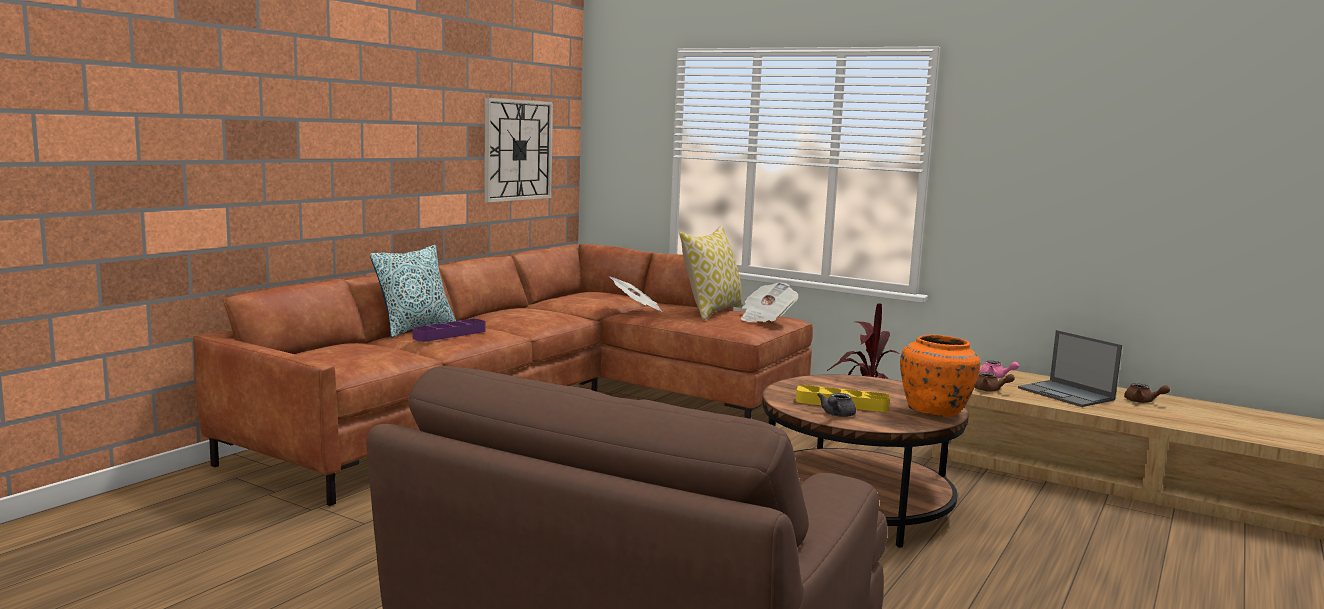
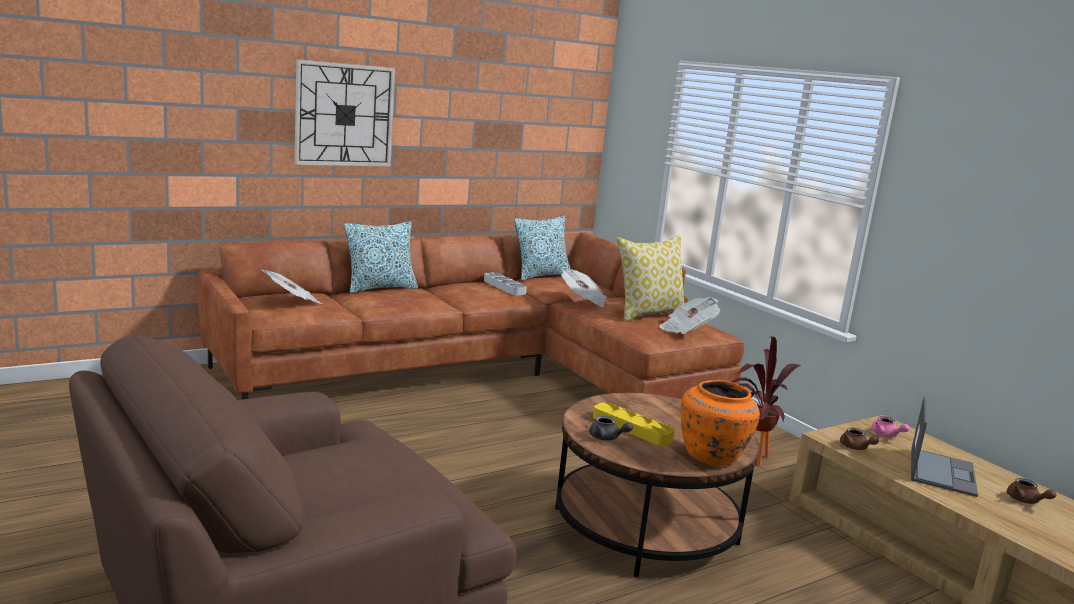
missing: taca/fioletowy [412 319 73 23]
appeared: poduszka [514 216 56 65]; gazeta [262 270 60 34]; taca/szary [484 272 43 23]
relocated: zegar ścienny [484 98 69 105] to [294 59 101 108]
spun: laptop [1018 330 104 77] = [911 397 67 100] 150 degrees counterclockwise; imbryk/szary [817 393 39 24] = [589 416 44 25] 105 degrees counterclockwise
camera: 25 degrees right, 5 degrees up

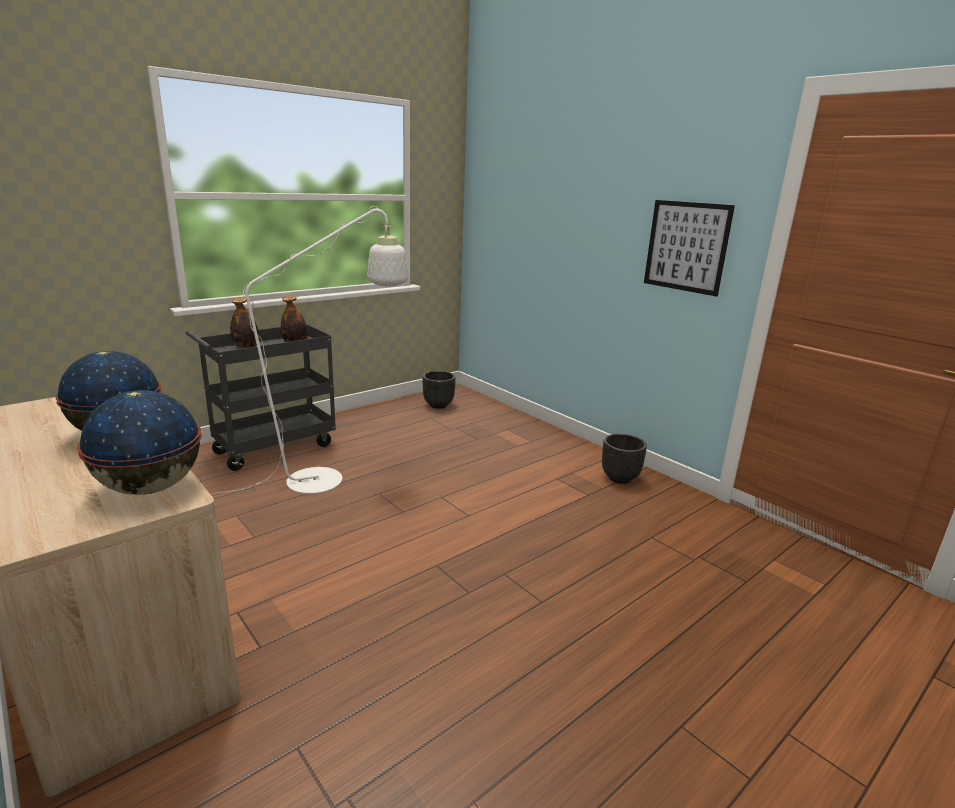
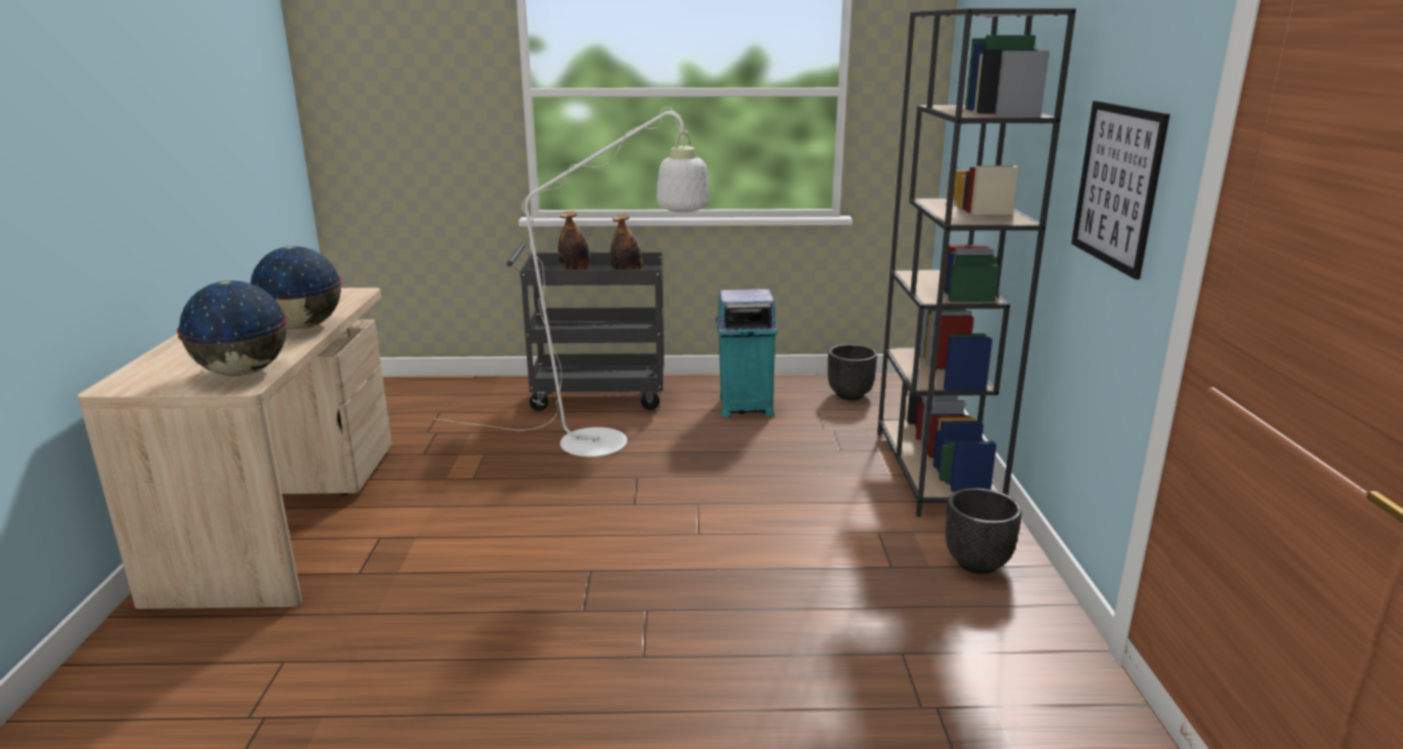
appeared: regał [877 8 199 509]; kosz na śmieci/turkusowy [716 289 62 128]
camera: 40 degrees right, 0 degrees up

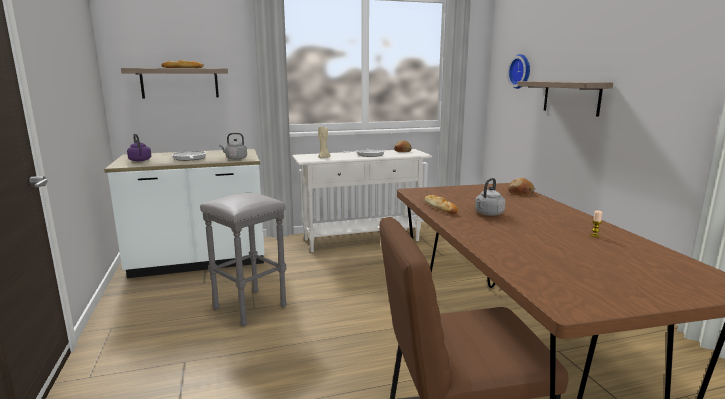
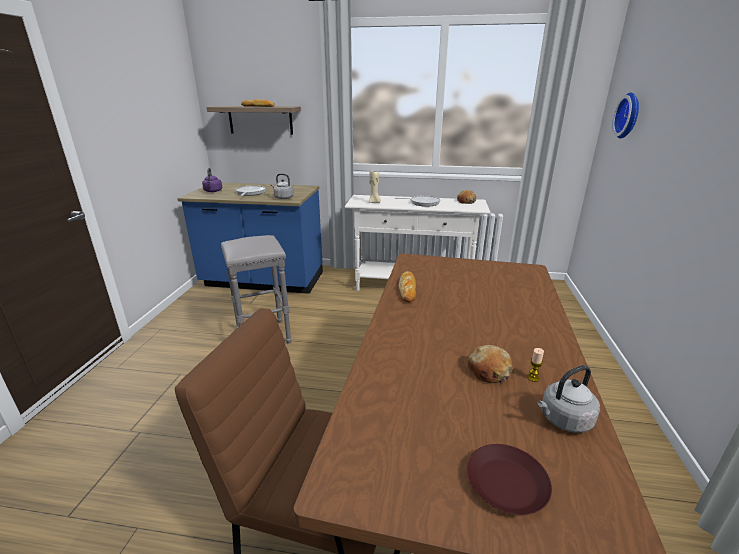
missing: półka [517 81 96 36]
appeared: talerz/brązowy [467 444 85 71]
relocated: czajnik/szary [475 178 30 38] to [537 365 63 68]; chleb [508 178 27 18] to [468 345 45 38]
colour: zabudowa kuchenna/biały [104 149 161 129] to zabudowa kuchenna/niebieski [177 183 146 111]
camera: 25 degrees right, 10 degrees up

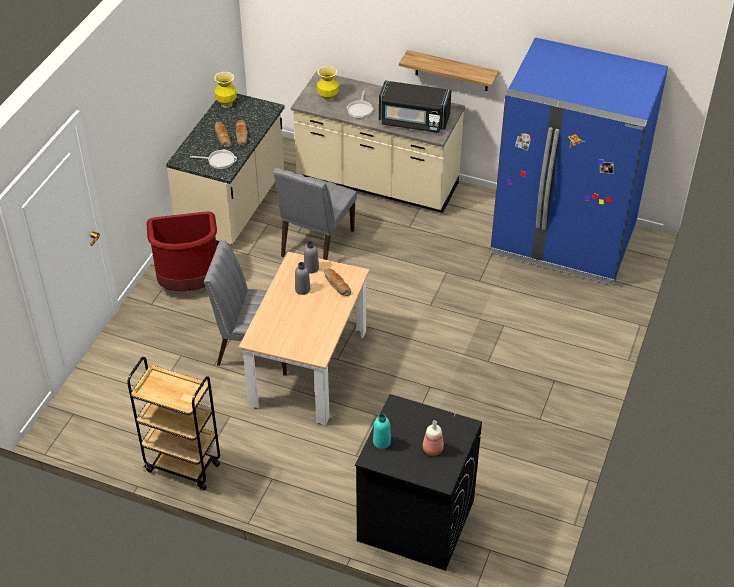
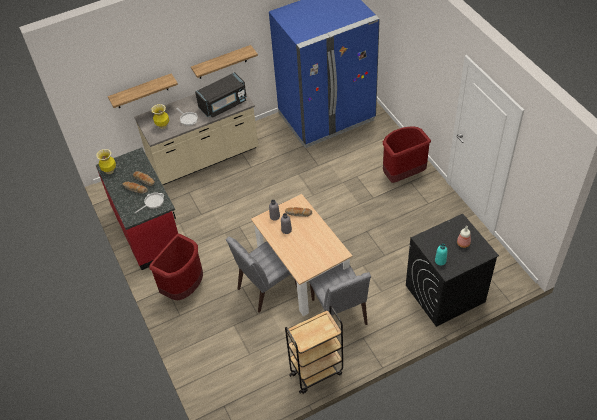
appeared: półka [108 73 70 35]; kosz na śmieci/czerwony [383 126 48 57]
relocated: krzesło/szary [273 168 84 92] to [309 263 62 62]
colour: zabudowa kuchenna/beżowy [166 94 119 152] to zabudowa kuchenna/czerwony [96 147 82 123]
camera: 45 degrees left, 5 degrees up

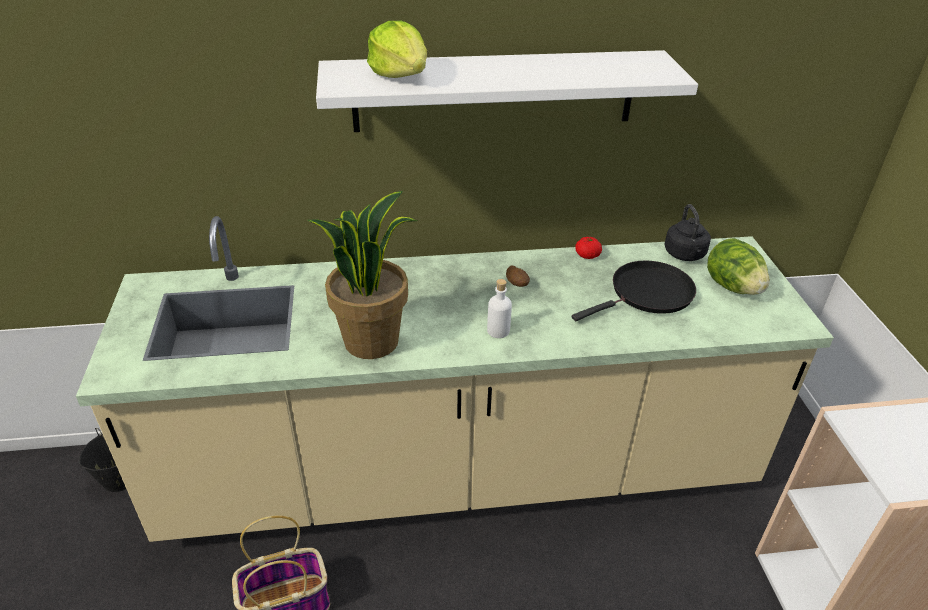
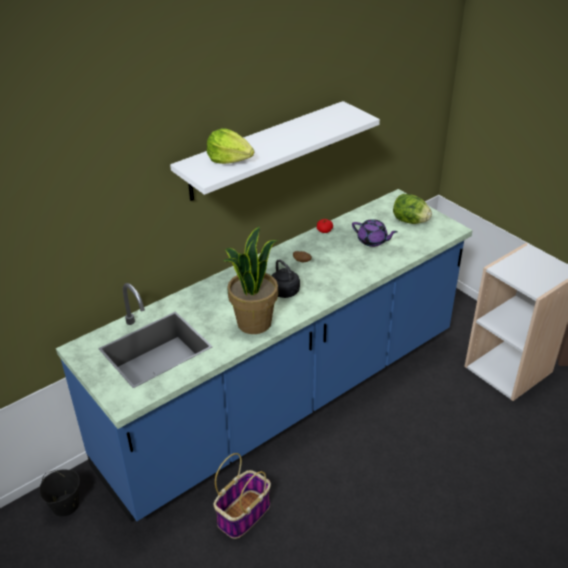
missing: butelka/biały [487 279 25 59]
relocated: czajnik/czarny [664 204 47 57] to [271 259 29 39]
exchanged: patelnia/czarny [572 260 124 61] to imbryk/fioletowy [352 219 46 28]
colour: zabudowa kuchenna/beżowy [76 216 758 326] to zabudowa kuchenna/niebieski [56 189 417 333]
camera: 30 degrees left, 0 degrees up

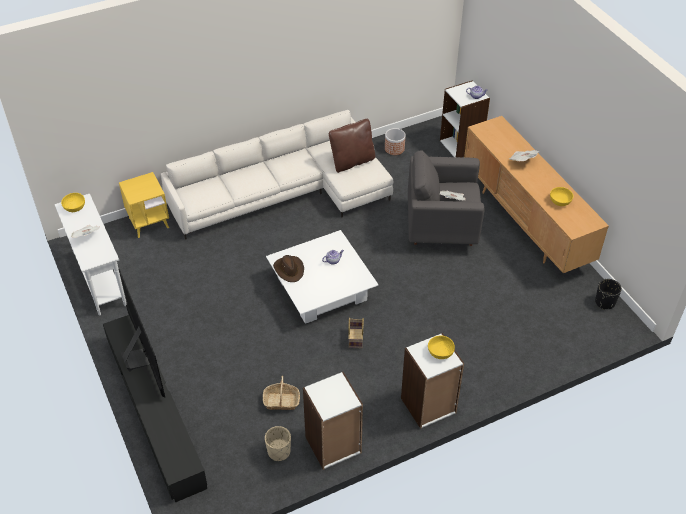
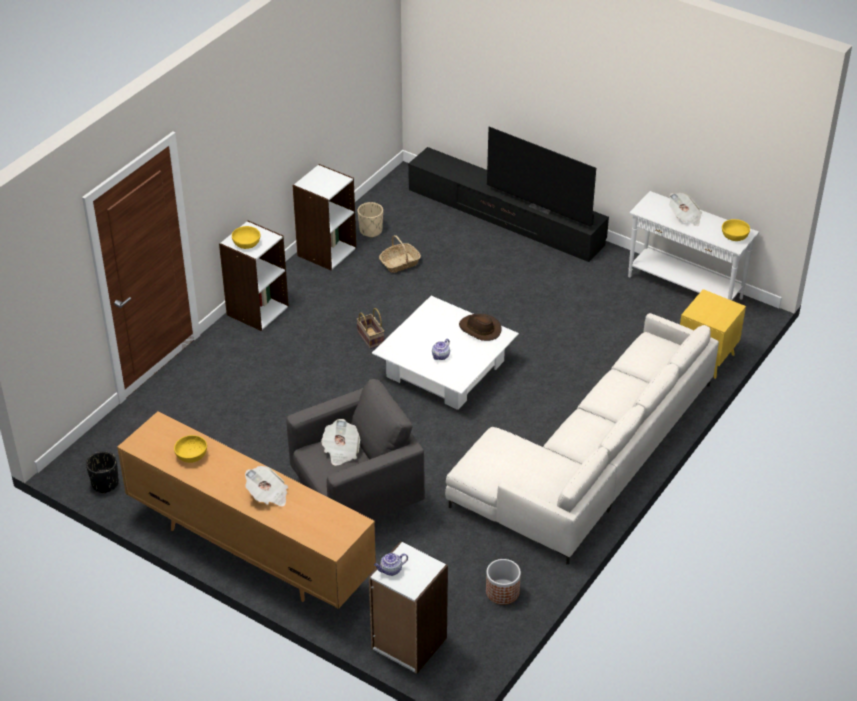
missing: poduszka/brązowy [329 119 46 54]
camera: 150 degrees right, 5 degrees down

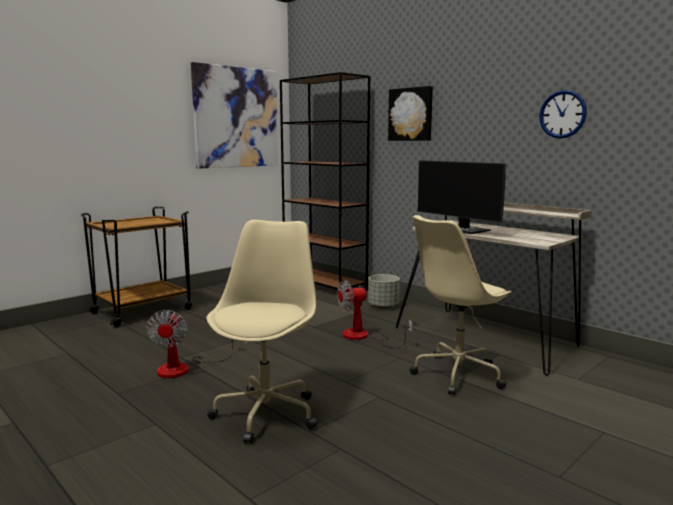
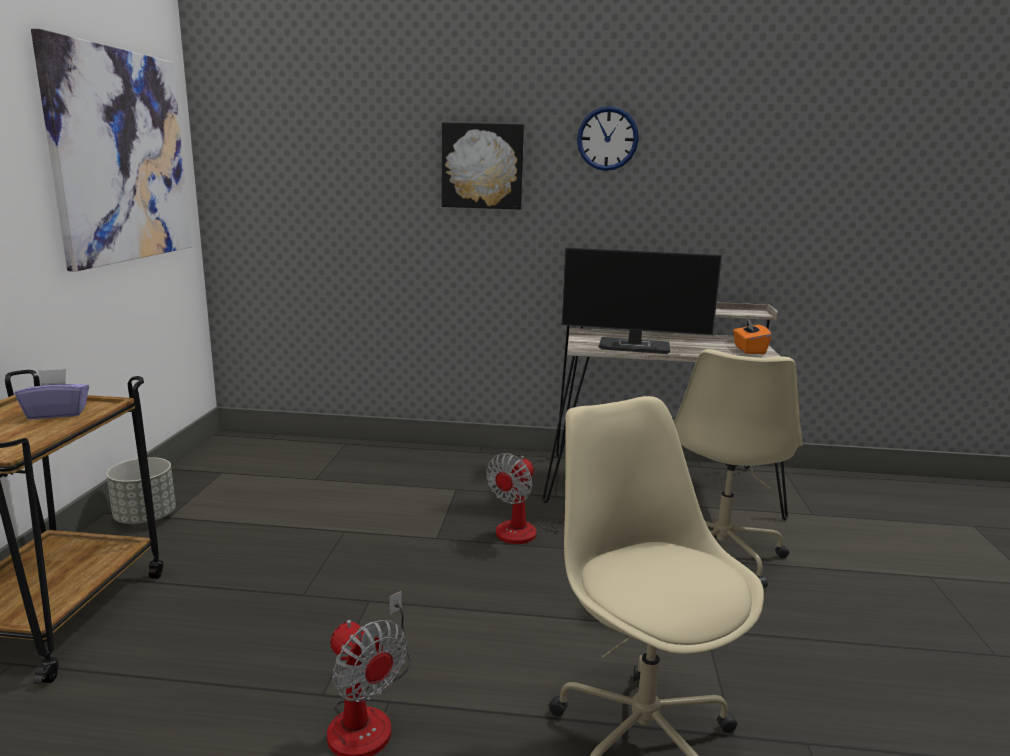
missing: regał/brązowy [280 72 90 219]
appeared: pudełko chusteczek/pomarańczowy [733 318 39 36]; pudełko chusteczek/fioletowy [15 369 74 50]
relocated: zegar ścienny [539 90 48 49] to [577 106 62 65]; donica/szary [368 274 32 34] to [106 457 70 67]
camera: 40 degrees left, 5 degrees up

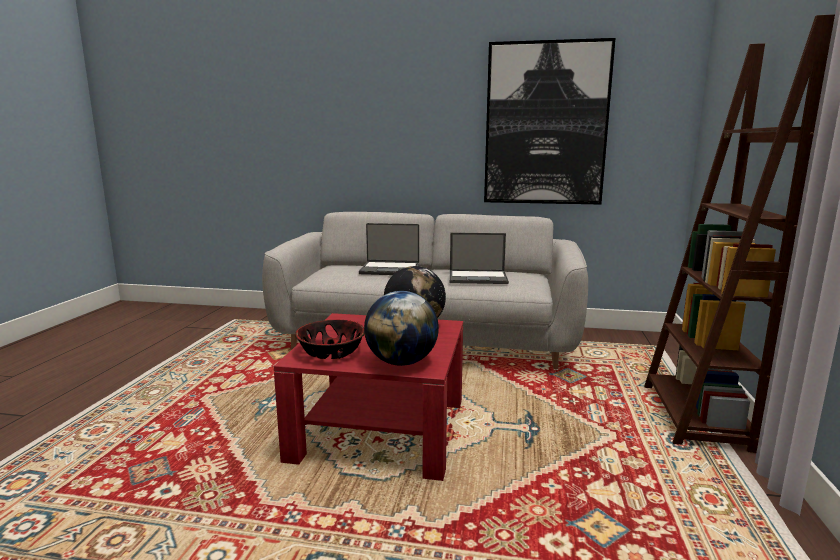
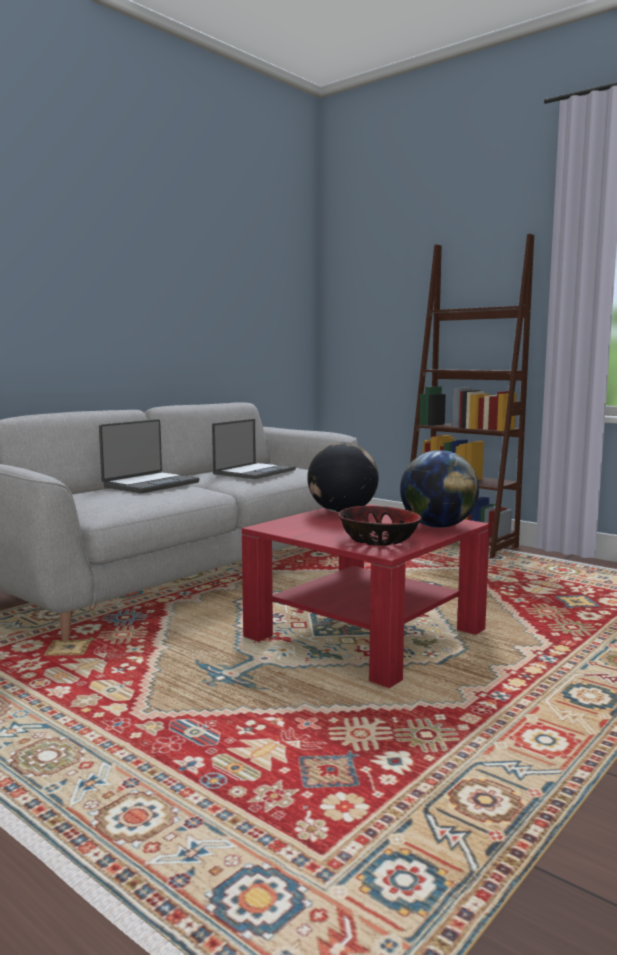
missing: obraz [484 38 131 167]
camera: 60 degrees left, 5 degrees down

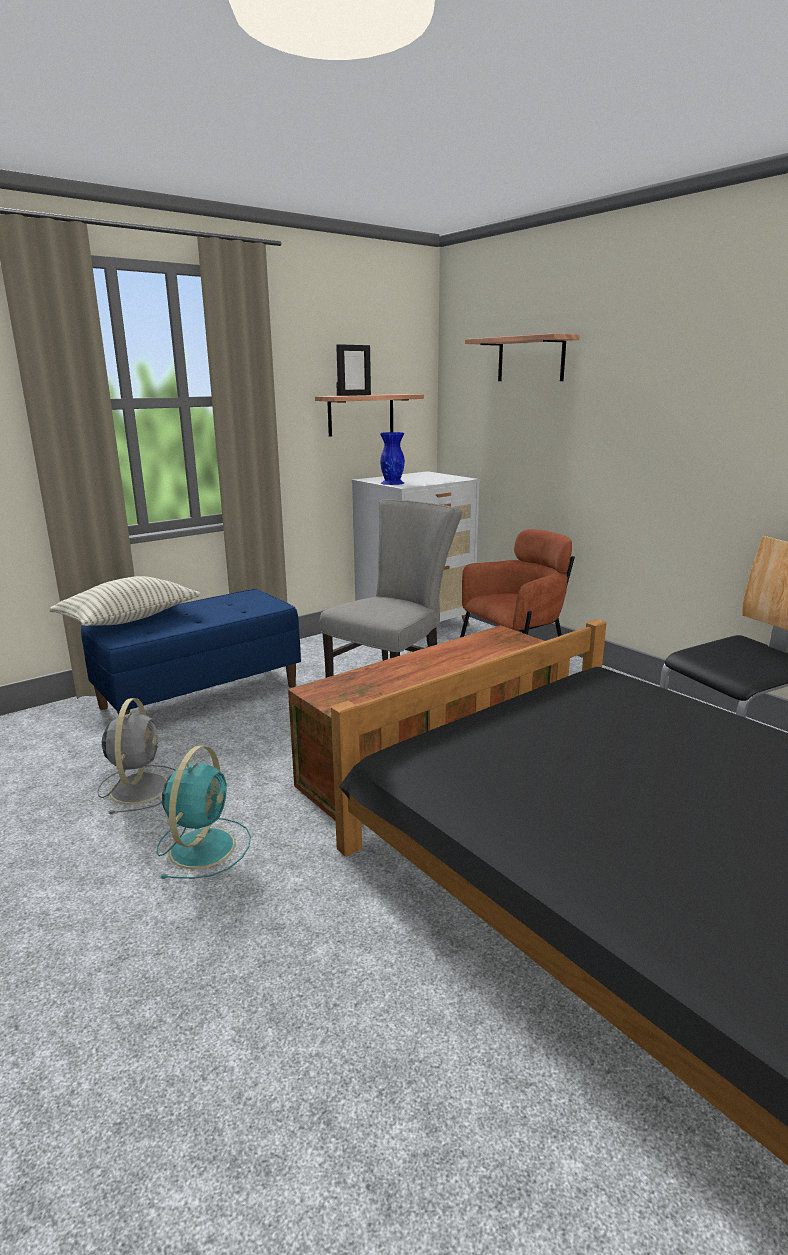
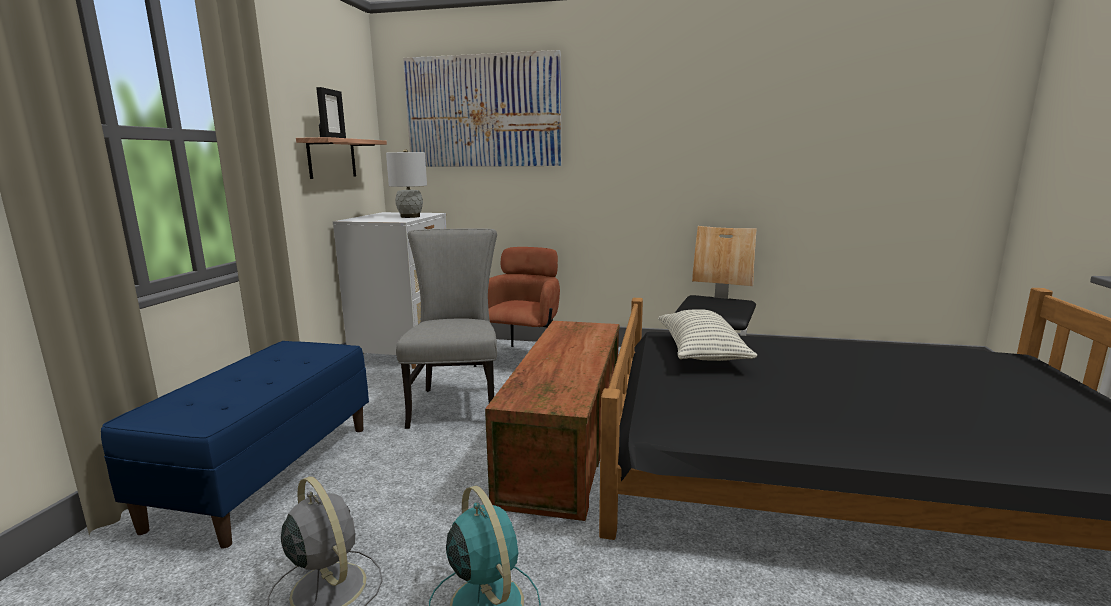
missing: wazon/niebieski [380 432 25 53]
appeared: lampa stołowa/biały [386 149 41 69]
relocated: poduszka [50 576 151 50] to [658 309 99 52]
exchanged: półka [465 333 115 48] to obraz [403 50 158 117]
camera: 40 degrees left, 5 degrees down

